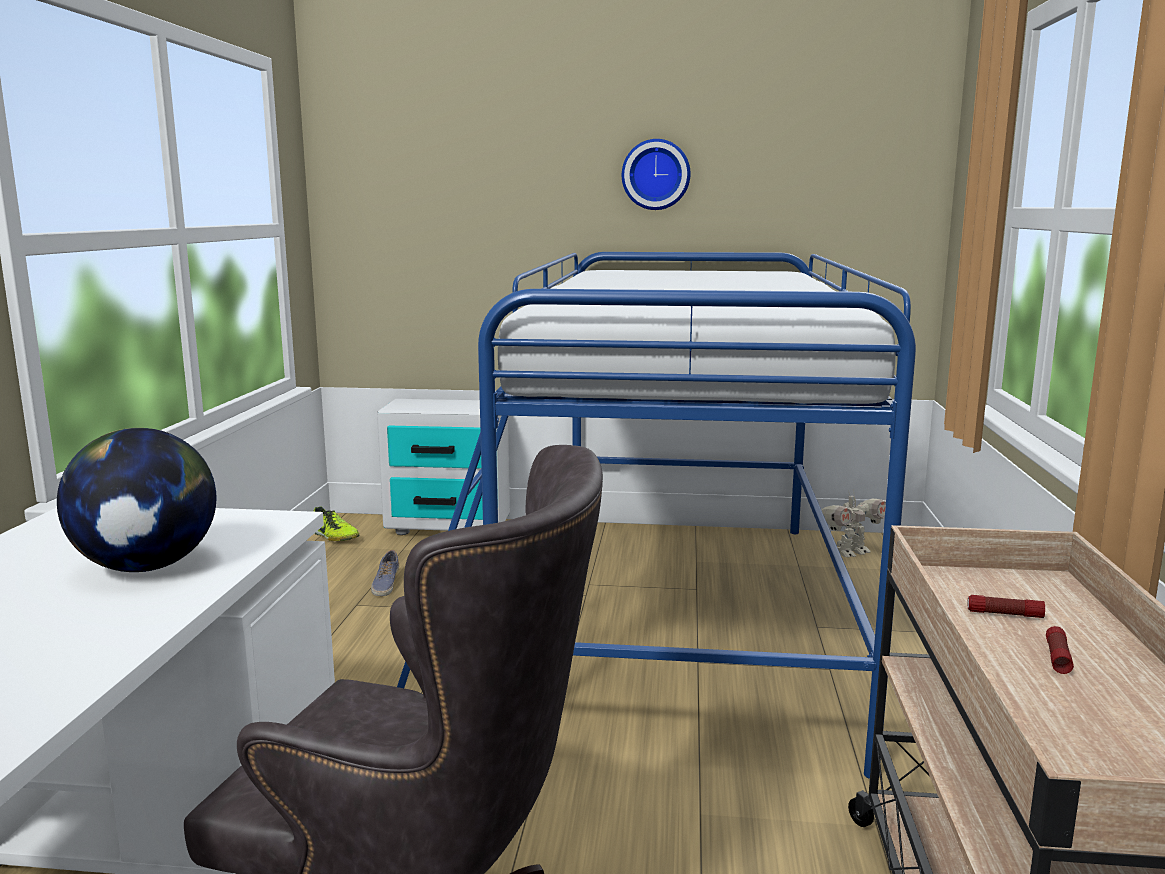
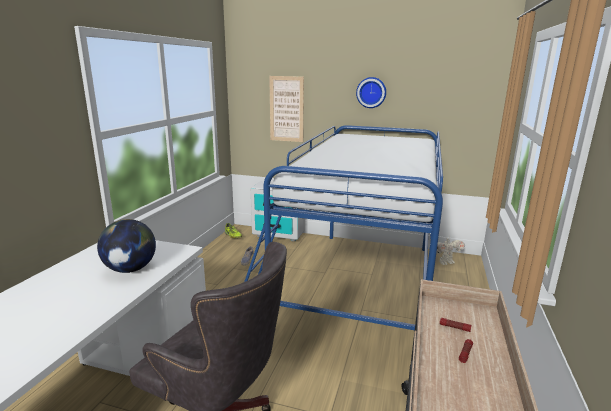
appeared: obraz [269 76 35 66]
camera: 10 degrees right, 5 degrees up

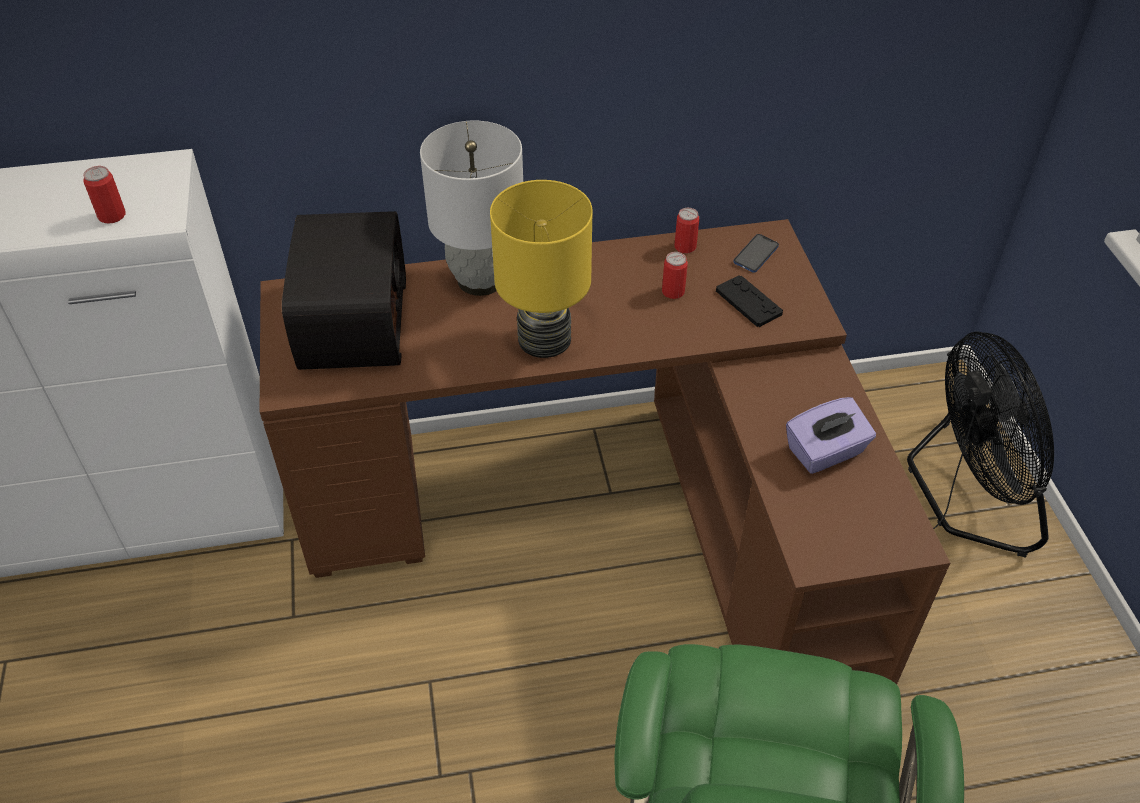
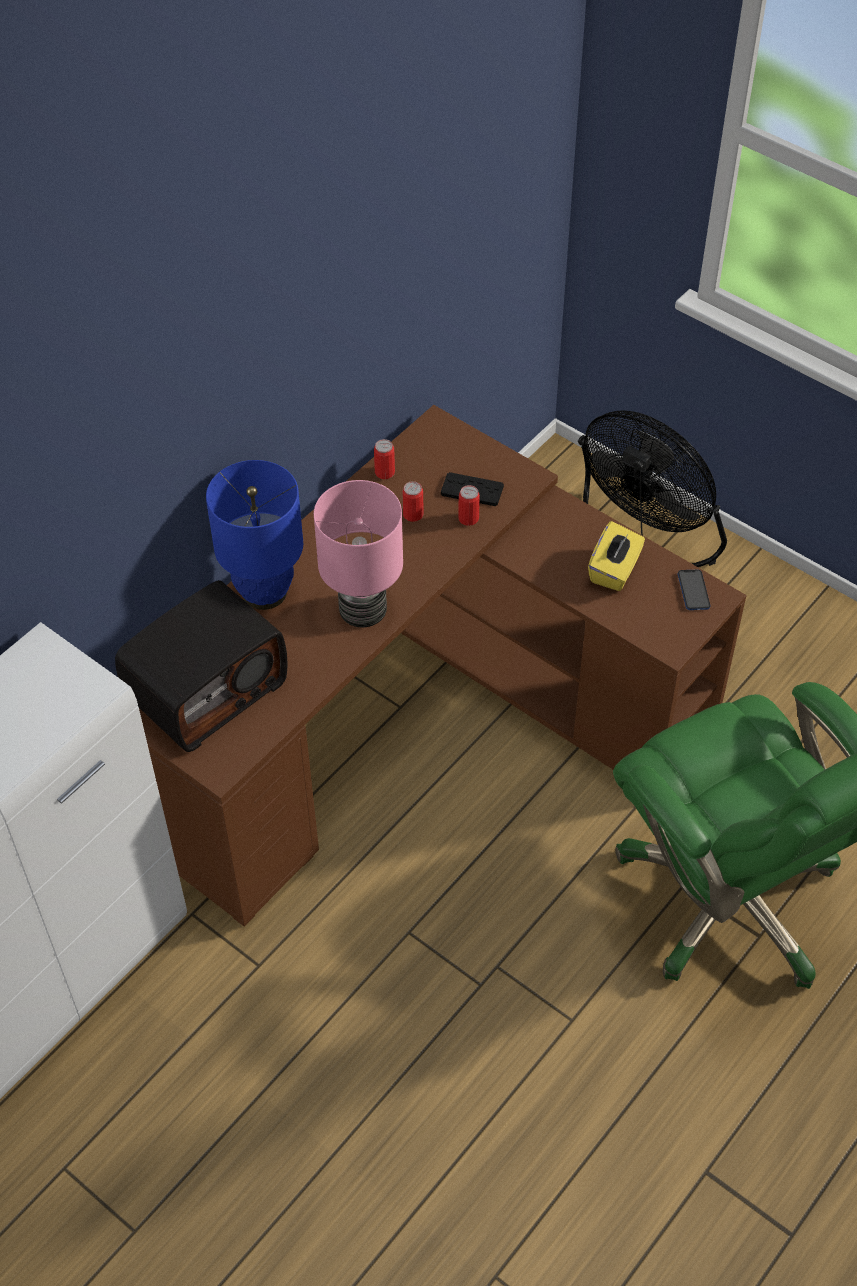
relocated: puszka [83 166 43 58] to [458 485 22 41]; telefon [733 234 46 39] to [678 569 33 41]
colour: lampa stołowa/biały [420 121 103 175] to lampa stołowa/niebieski [206 460 97 150]; lampa stołowa/żółty [490 180 103 178] to lampa stołowa/różowy [314 480 89 147]; pudełko chusteczek/fioletowy [786 397 90 77] to pudełko chusteczek/żółty [588 521 57 70]
spun: radio [281 211 125 159] = [115 580 172 172] 90 degrees clockwise
camera: 40 degrees left, 5 degrees up

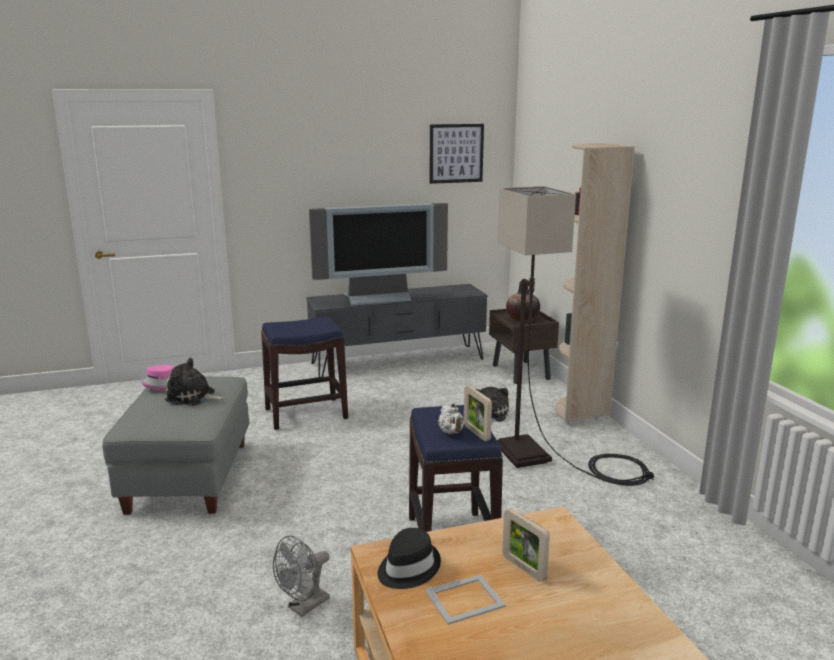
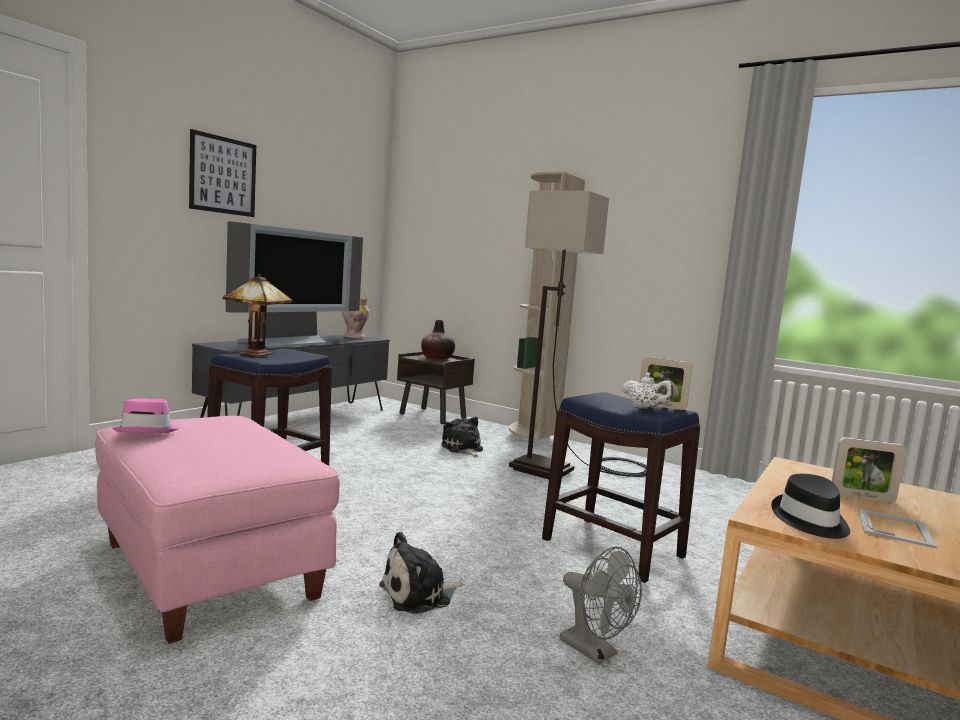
appeared: lampa stołowa [222 274 71 82]; wazon [342 298 27 40]
relocated: obraz [429 124 55 60] to [189 129 67 88]; pluszak [165 358 60 48] to [379 532 84 82]
colour: pufa/szary [102 376 147 139] to pufa/różowy [95 416 245 228]
spun: wentylator/szary [273 536 57 81] = [560 547 82 117] 45 degrees counterclockwise
camera: 40 degrees left, 10 degrees down

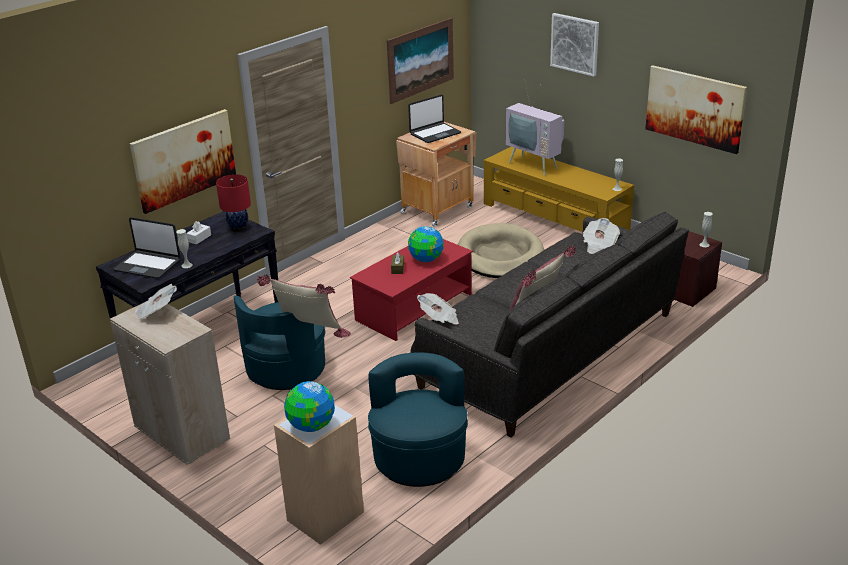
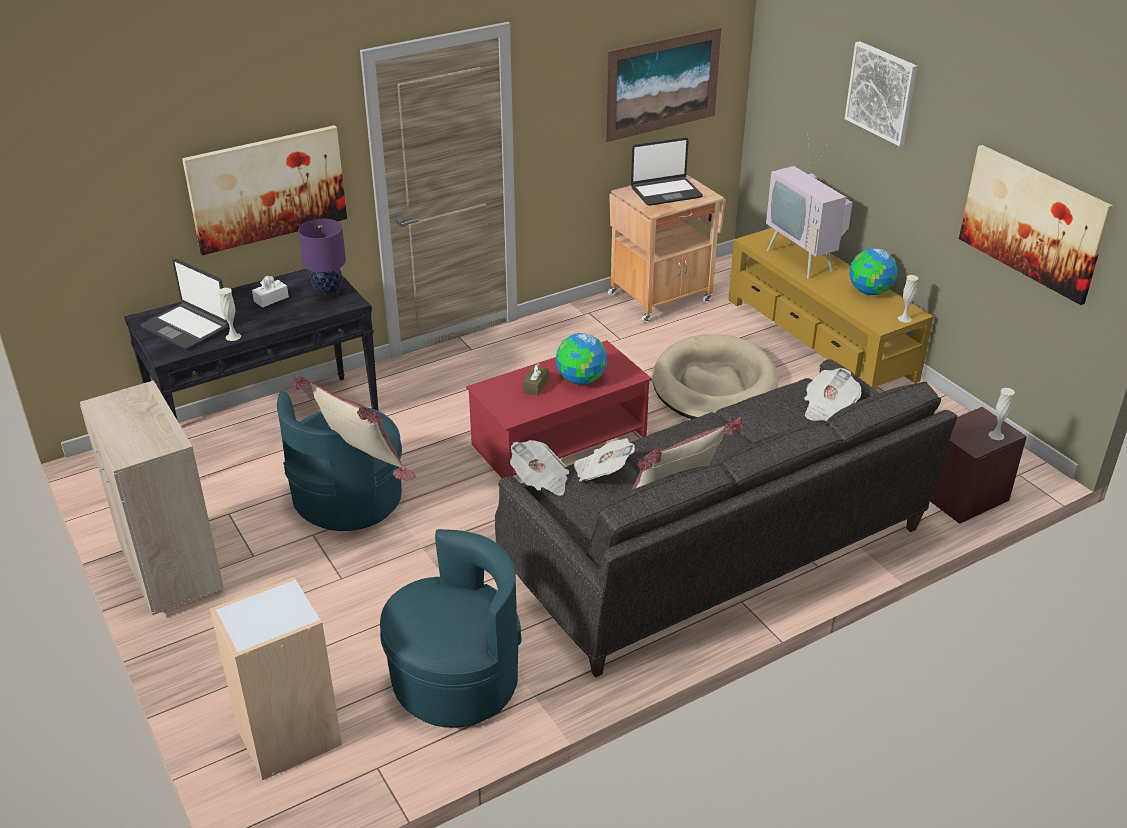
relocated: gazeta [135 284 42 36] to [574 438 61 44]; globus [284 381 51 51] to [849 248 49 47]
colour: lampa stołowa/czerwony [216 174 35 58] to lampa stołowa/fioletowy [298 219 48 79]
spun: fotel/turkusowy [368 352 100 135] = [380 529 142 199] 45 degrees clockwise
camera: 15 degrees right, 5 degrees up

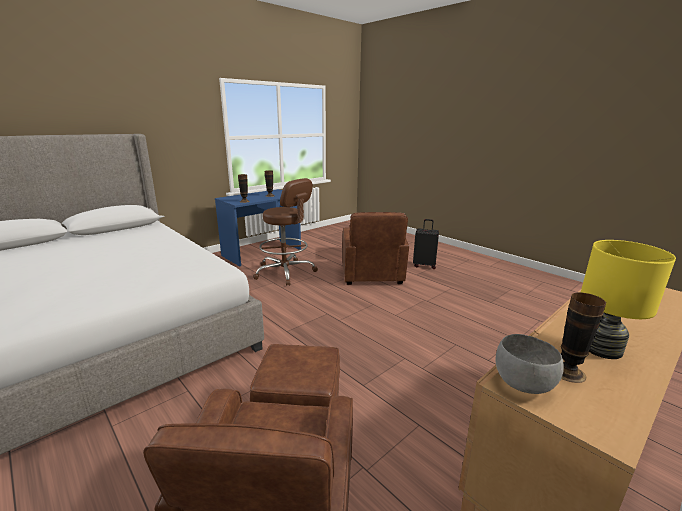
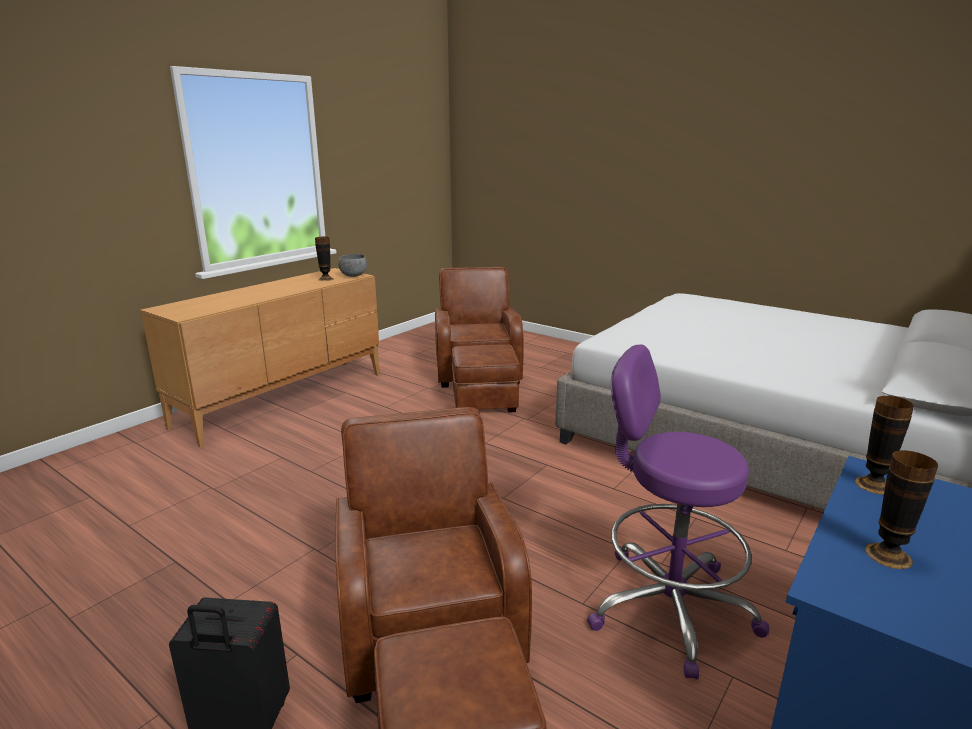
missing: lampa stołowa/żółty [581 240 95 119]
colour: stołek/brązowy [253 178 65 108] to stołek/fioletowy [587 344 182 335]
camera: 170 degrees right, 0 degrees up

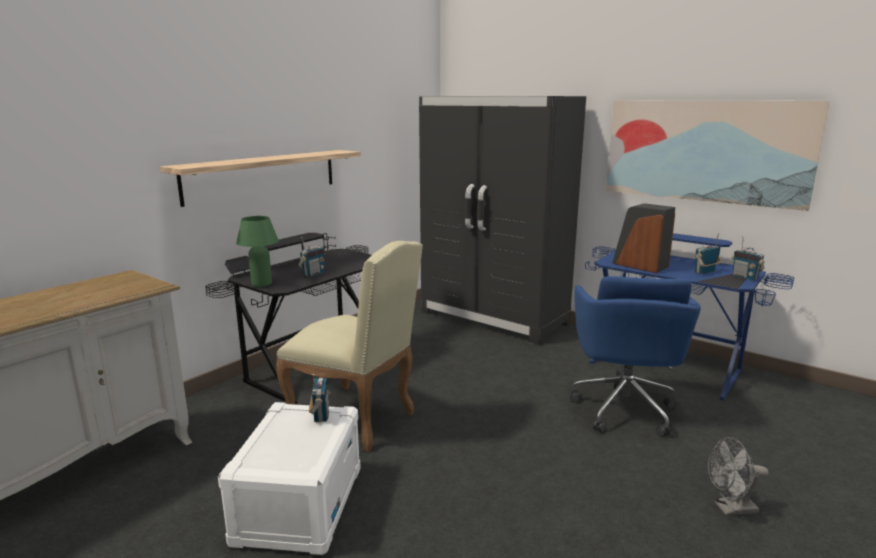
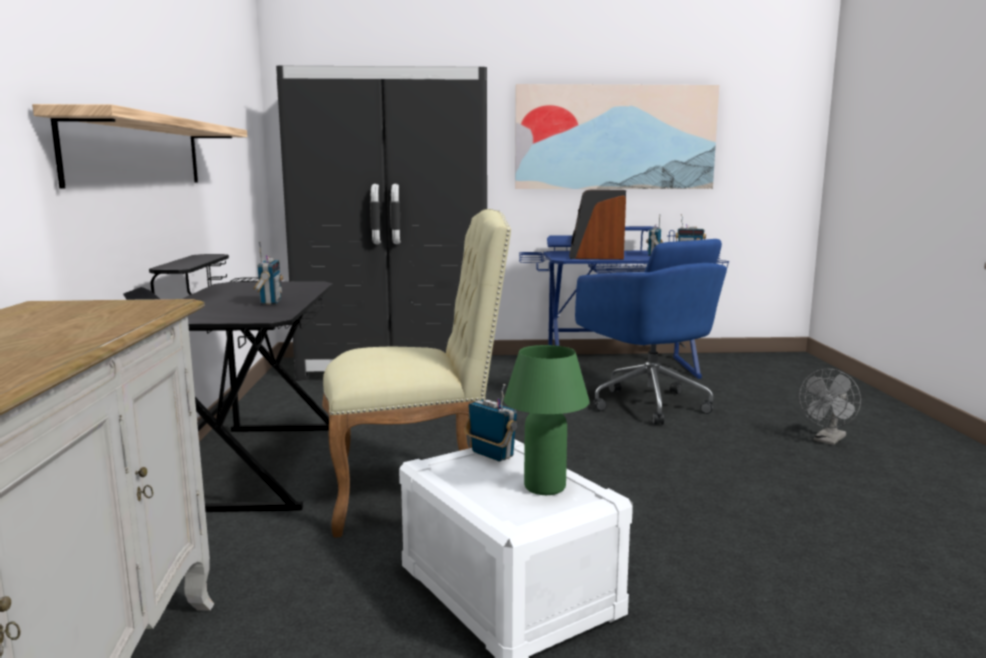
relocated: lampa stołowa/zielony [236 216 43 71] to [504 345 86 150]
camera: 40 degrees left, 5 degrees down

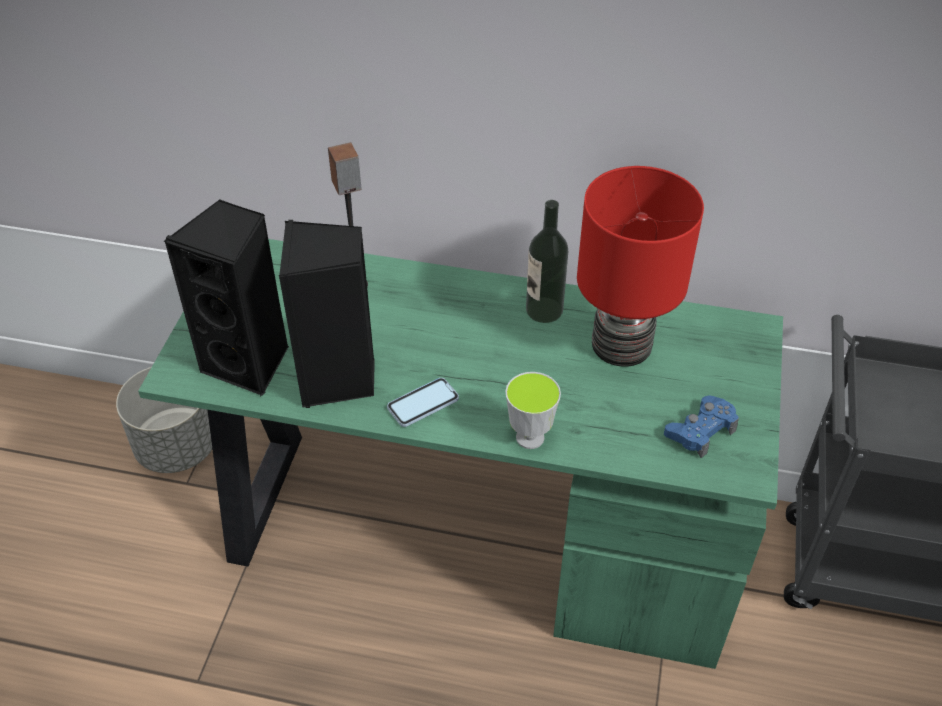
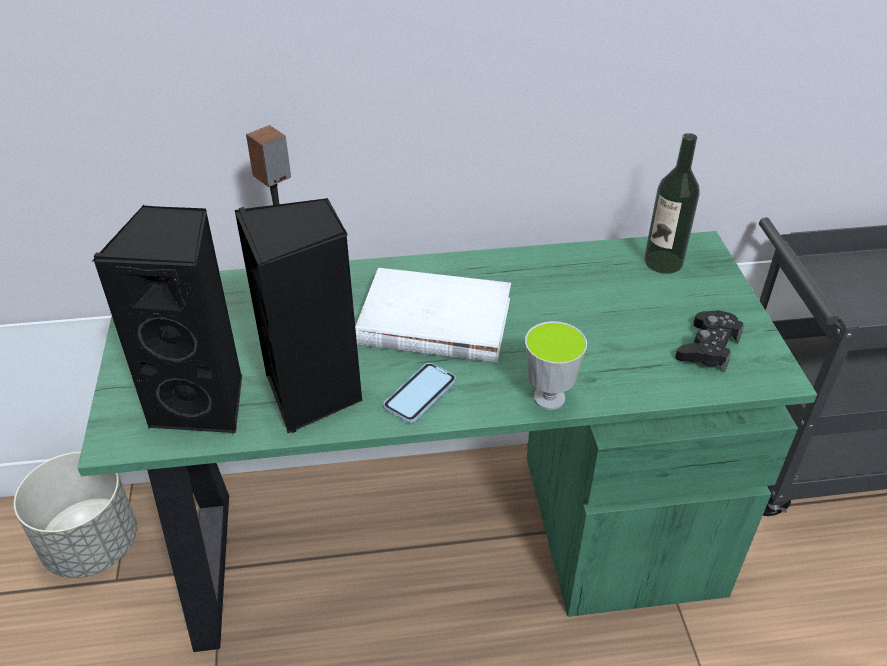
missing: lampa stołowa/czerwony [577 166 127 201]
appeared: książka/biały [355 268 156 95]
relocated: butelka [526 200 42 123] to [644 133 56 141]
colour: pad do gier/niebieski [664 395 75 63] to pad do gier/czarny [675 310 69 62]
camera: 20 degrees left, 5 degrees down

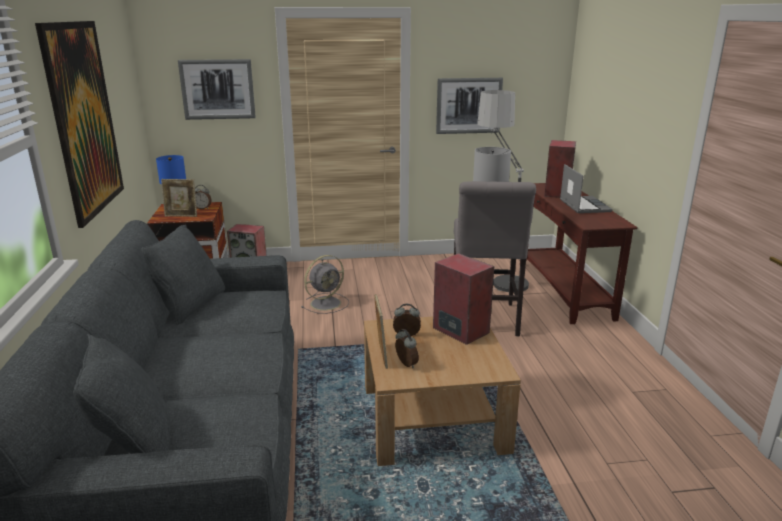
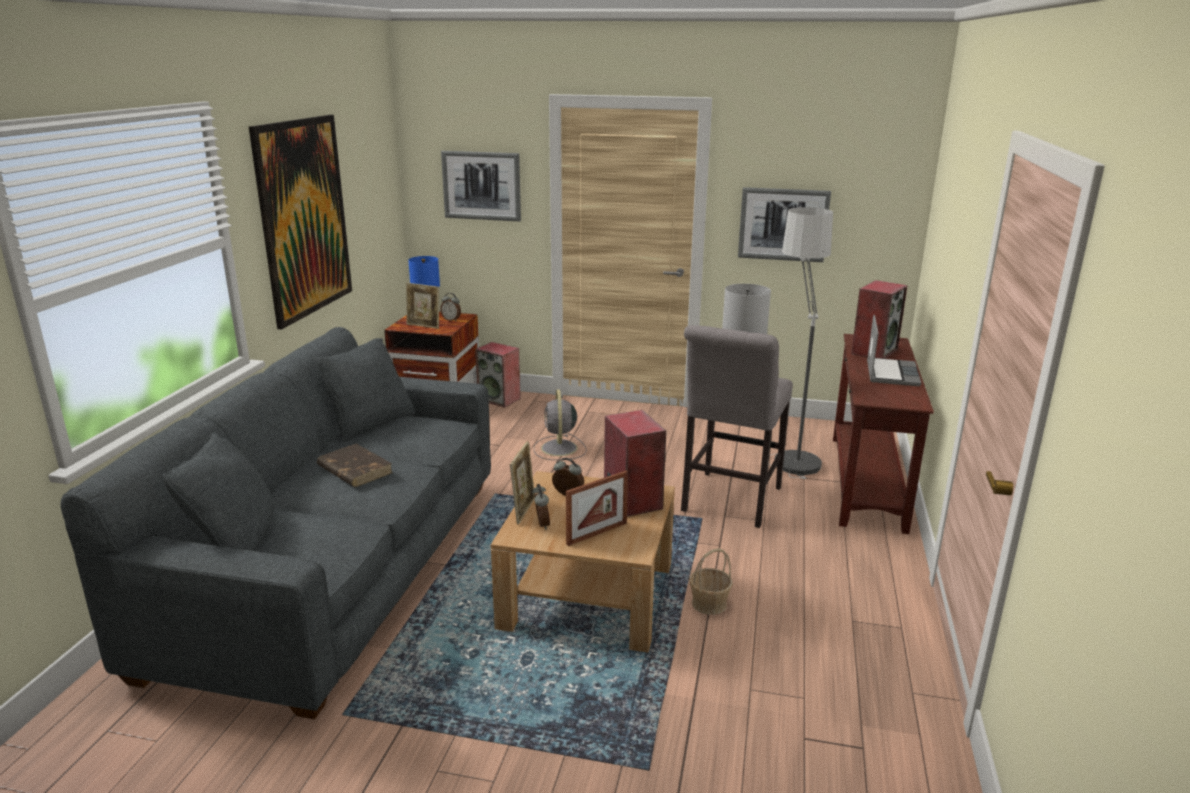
appeared: książka/brązowy [317 444 76 43]; ramka na zdjęcie [566 471 62 75]; koszyk [689 548 44 67]
spun: wentylator/szary [301 255 48 59] = [534 389 53 71] 105 degrees clockwise
camera: 20 degrees right, 0 degrees up

